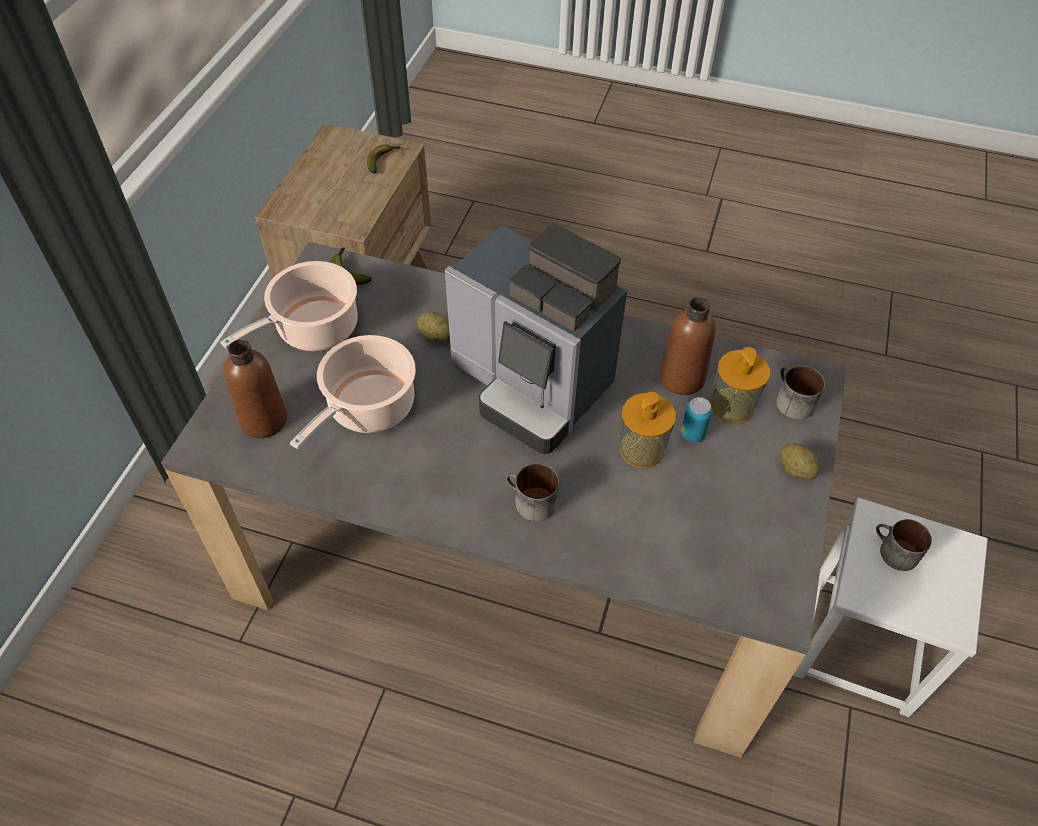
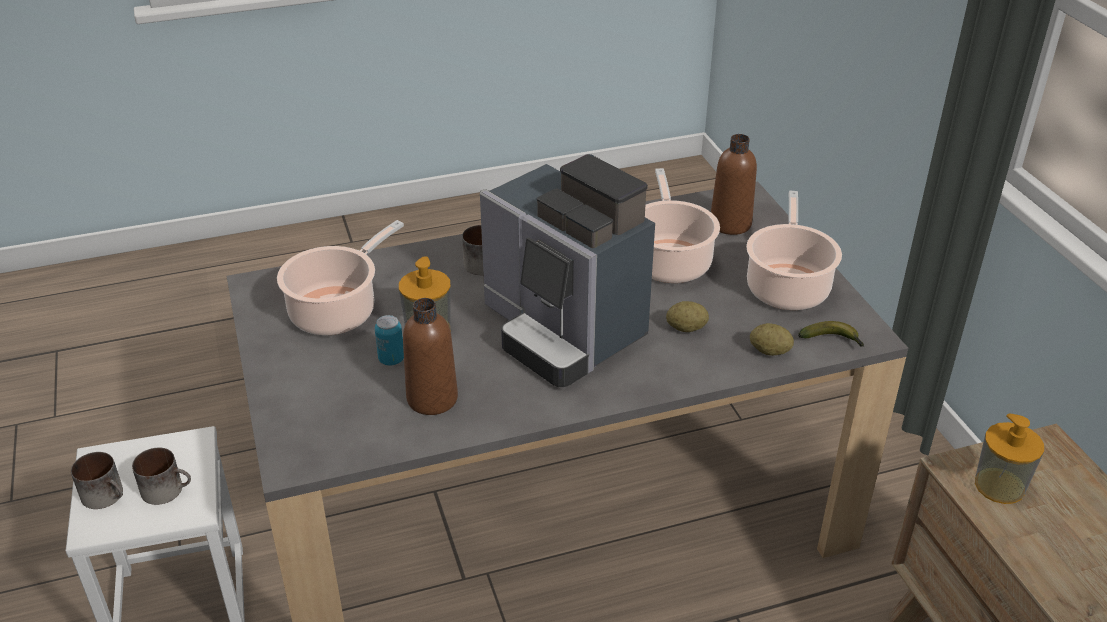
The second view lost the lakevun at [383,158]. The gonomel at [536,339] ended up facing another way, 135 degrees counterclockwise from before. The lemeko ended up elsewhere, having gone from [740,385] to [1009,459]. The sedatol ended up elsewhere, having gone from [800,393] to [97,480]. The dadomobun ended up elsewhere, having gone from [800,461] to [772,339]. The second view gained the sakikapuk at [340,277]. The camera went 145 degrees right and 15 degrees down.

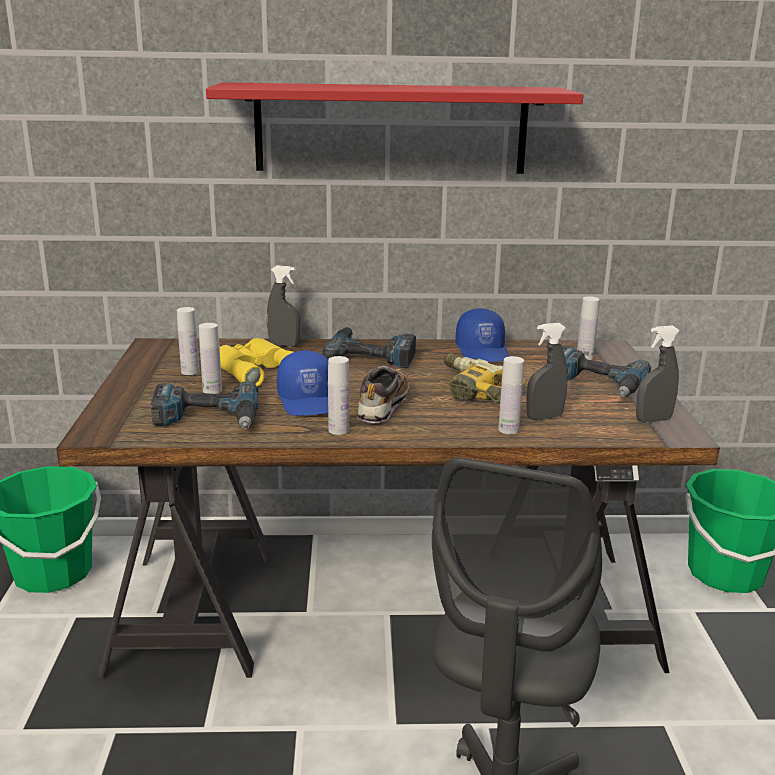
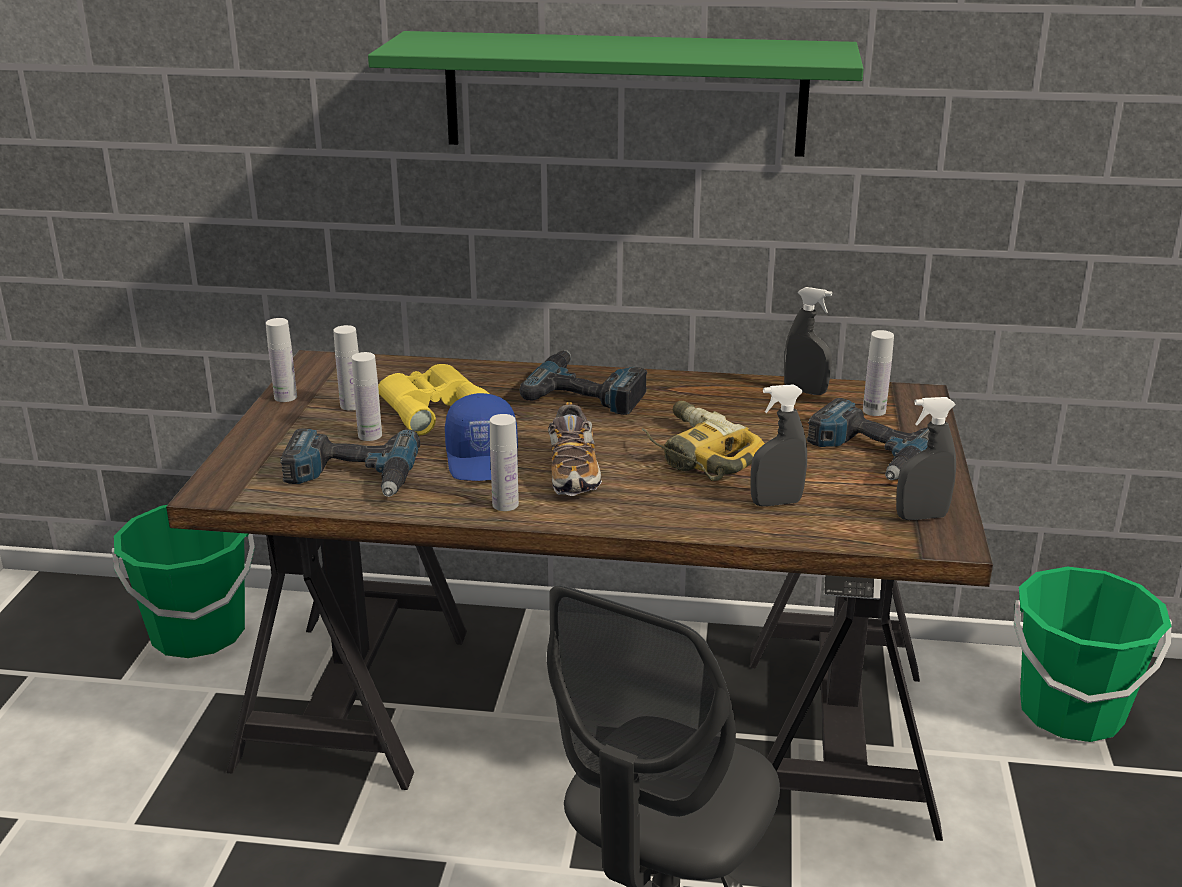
What was the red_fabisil at [394,128] turned into the green_fabisil at [616,94]. The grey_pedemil ended up elsewhere, having gone from [284,306] to [808,341]. The second view lost the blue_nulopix at [482,335]. The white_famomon ended up elsewhere, having gone from [511,395] to [281,360]. The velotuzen at [383,394] ended up facing another way, 150 degrees clockwise from before. The camera went 10 degrees right and 5 degrees up.

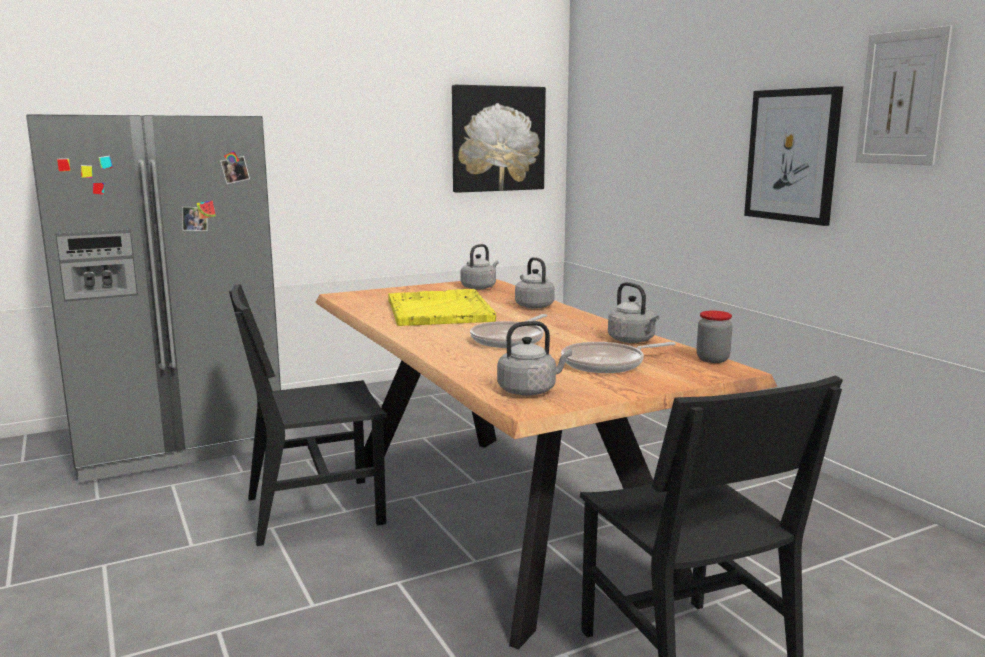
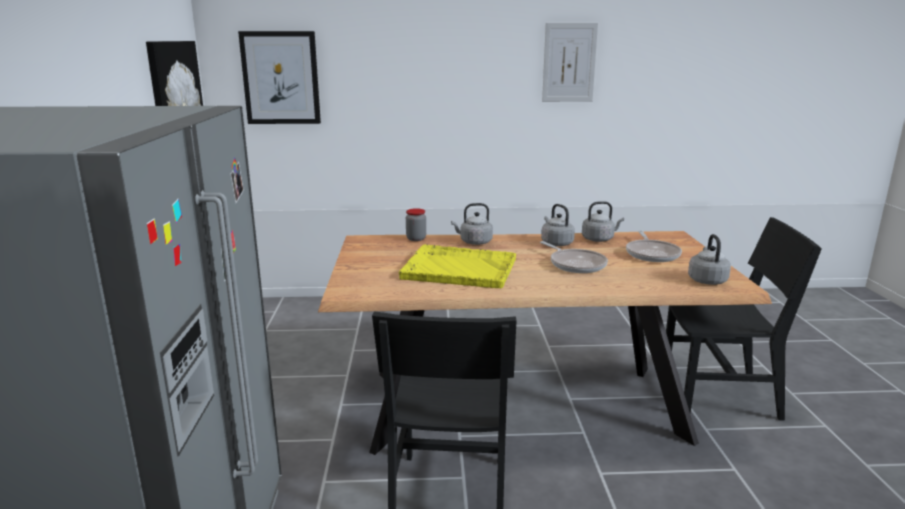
The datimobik ended up elsewhere, having gone from [793,156] to [279,77]. The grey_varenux ended up elsewhere, having gone from [479,267] to [558,225]. The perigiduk ended up elsewhere, having gone from [714,337] to [416,224]. The camera went 65 degrees left and 5 degrees up.

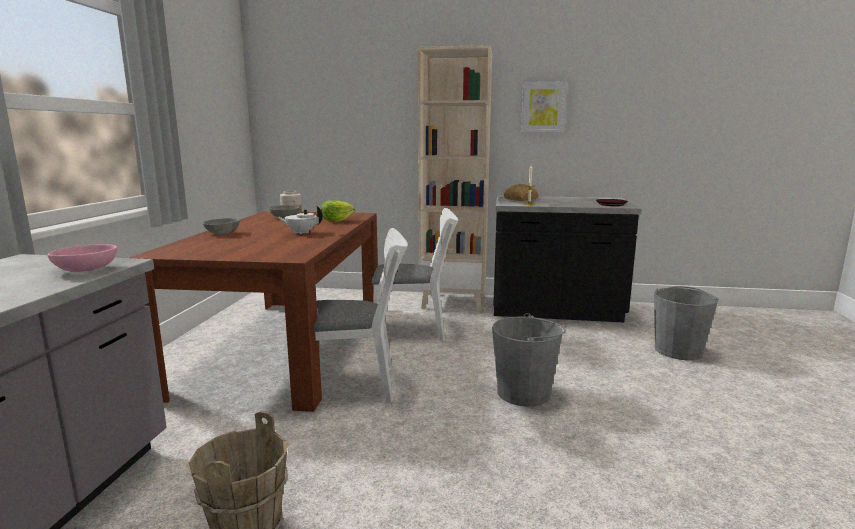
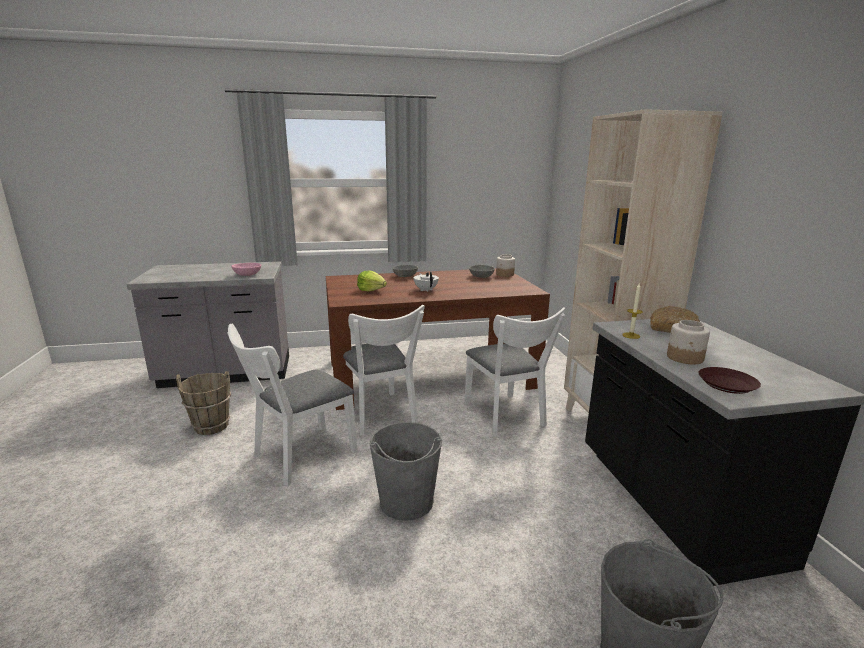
The second view lost the datimobik at [544,107]. The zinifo ended up elsewhere, having gone from [338,211] to [372,280]. The second view gained the perigiduk at [688,342]. The second view gained the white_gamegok at [292,405]. The camera went 70 degrees right and 5 degrees up.

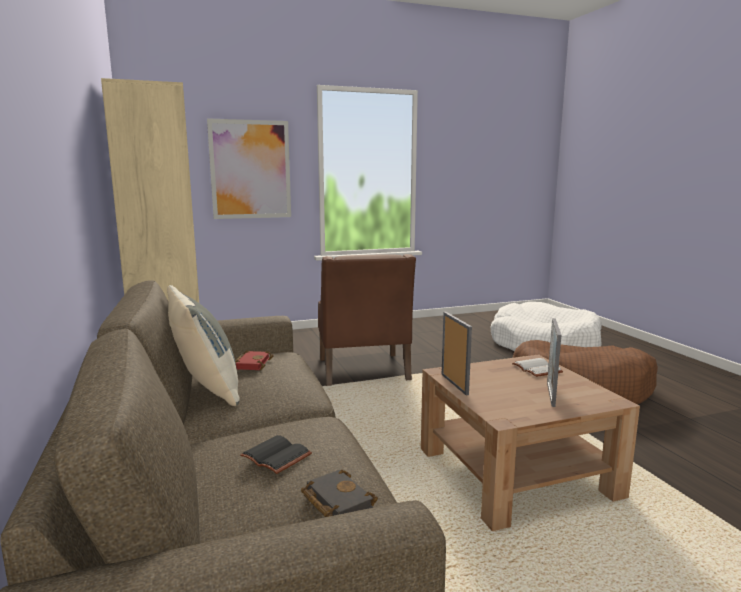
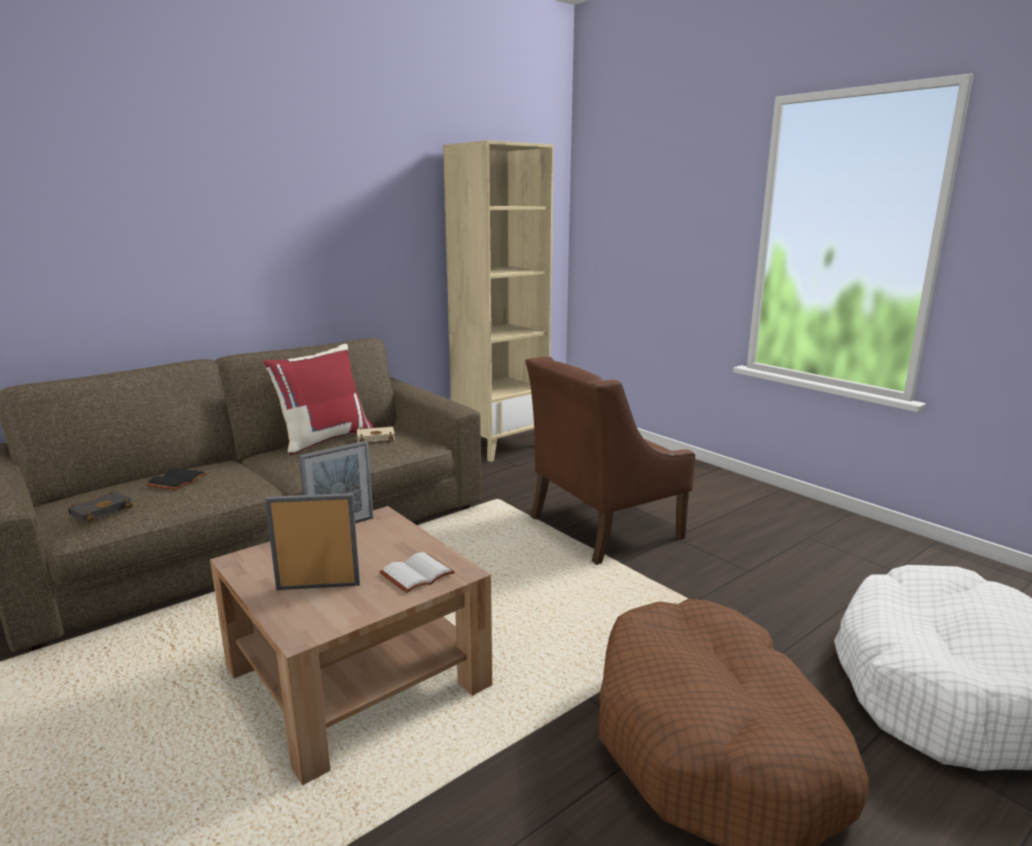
The second view lost the datimobik at [249,168]. What was the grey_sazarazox at [203,345] turned into the red_sazarazox at [318,399]. What was the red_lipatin at [254,360] turned into the beige_lipatin at [376,433]. The camera went 70 degrees right and 5 degrees up.

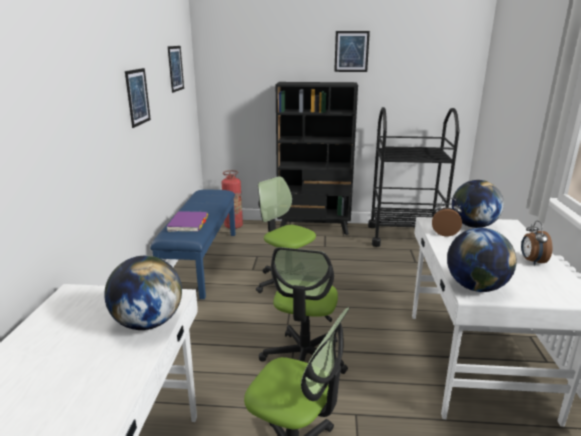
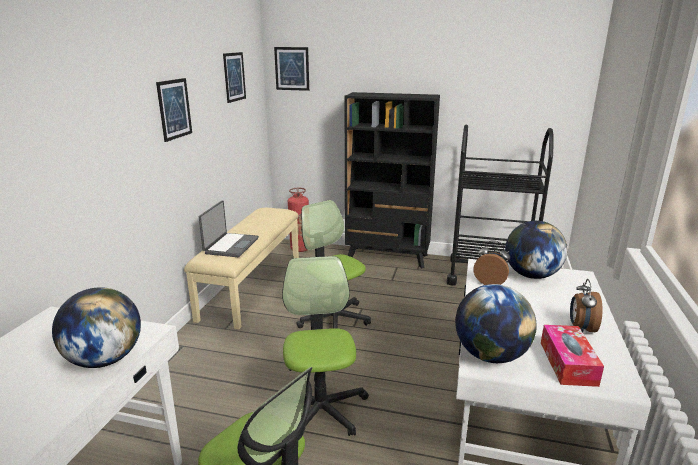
The datimobik ended up elsewhere, having gone from [352,51] to [291,69]. What was the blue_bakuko at [193,244] turned into the beige_bakuko at [241,268]. Where the purple_lipatin stood at [187,221], the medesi came to stand at [229,228]. The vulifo at [303,310] ended up facing another way, 150 degrees clockwise from before. The second view gained the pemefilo at [572,356]. The camera went 10 degrees right and 0 degrees up.

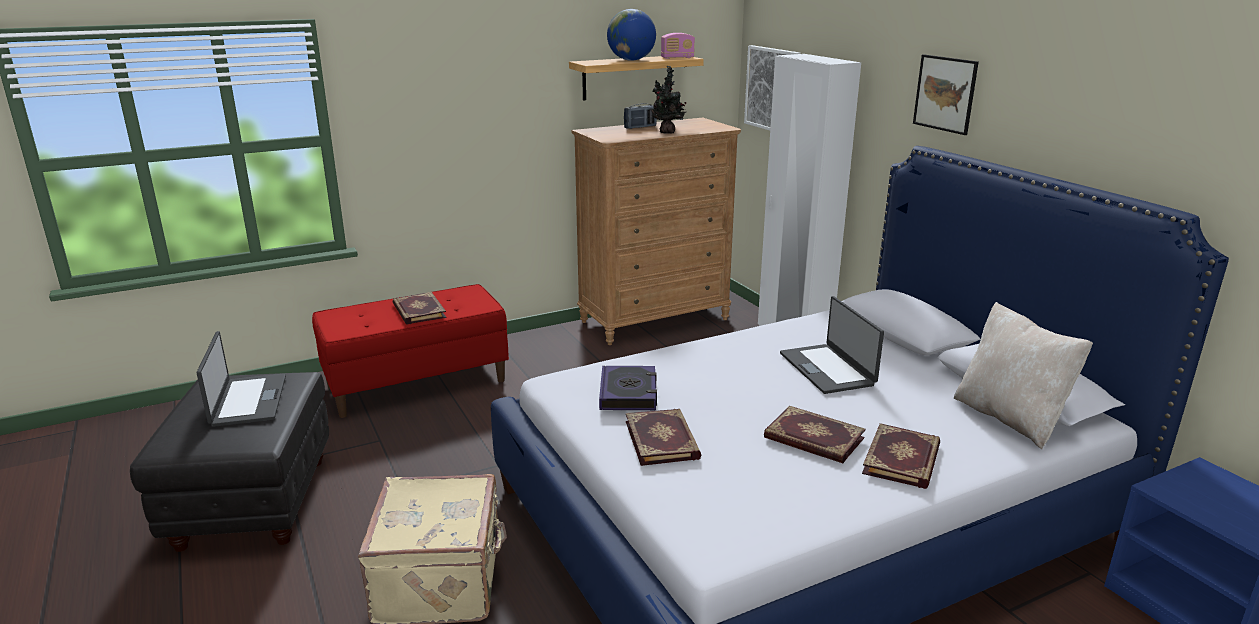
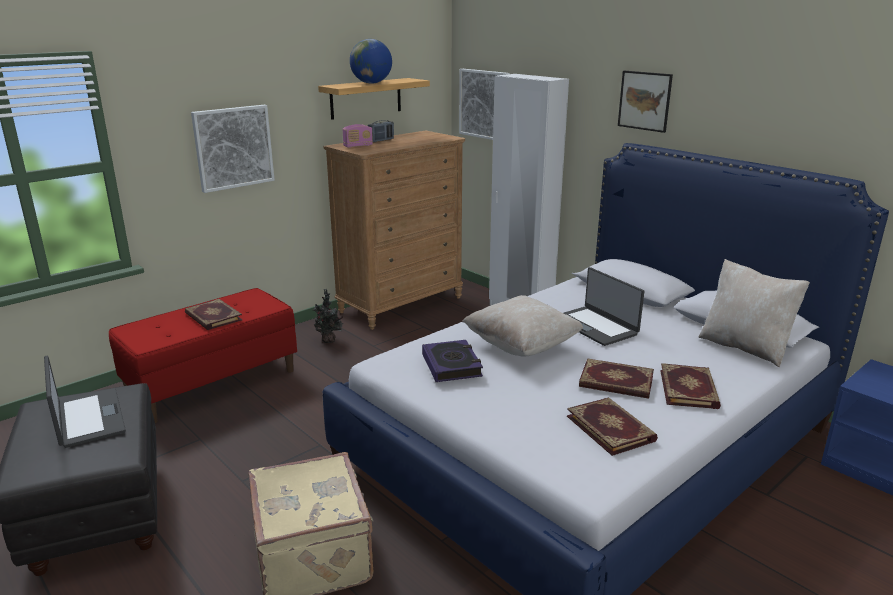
The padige ended up elsewhere, having gone from [678,46] to [358,136]. The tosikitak ended up elsewhere, having gone from [669,100] to [328,316]. The lipatin ended up elsewhere, having gone from [664,437] to [612,427]. The second view gained the datimobik at [233,149]. The second view gained the beige_sazarazox at [522,325]. The camera went 15 degrees left and 0 degrees up.

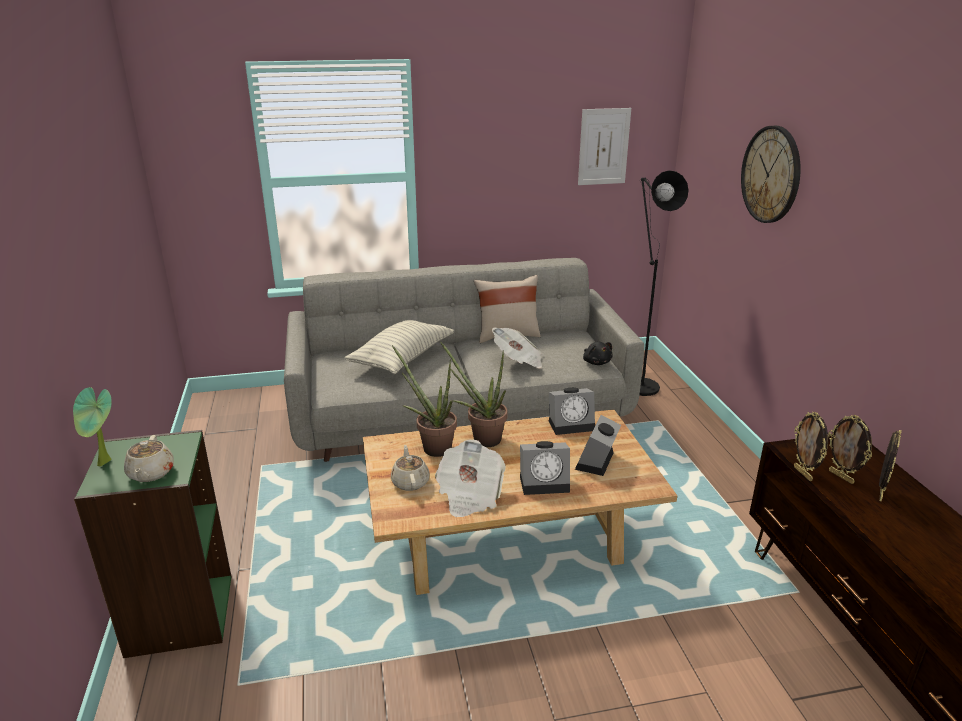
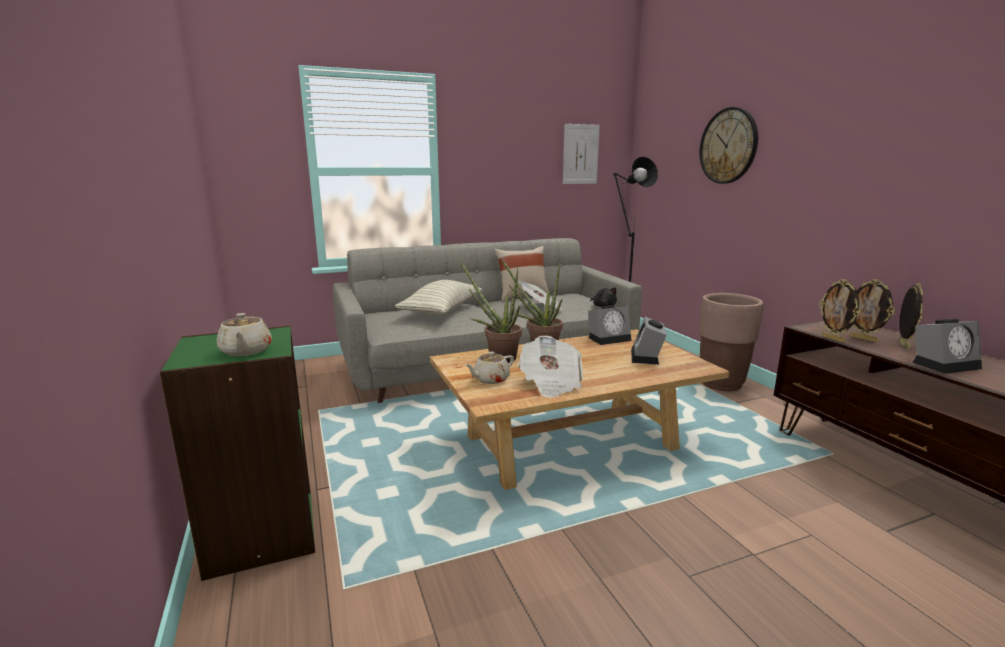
The second view lost the tosikitak at [92,427]. The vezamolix ended up elsewhere, having gone from [545,468] to [947,346]. The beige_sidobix at [410,468] ended up facing another way, 105 degrees counterclockwise from before. The second view gained the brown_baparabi at [731,342]. The camera went 10 degrees left and 10 degrees down.

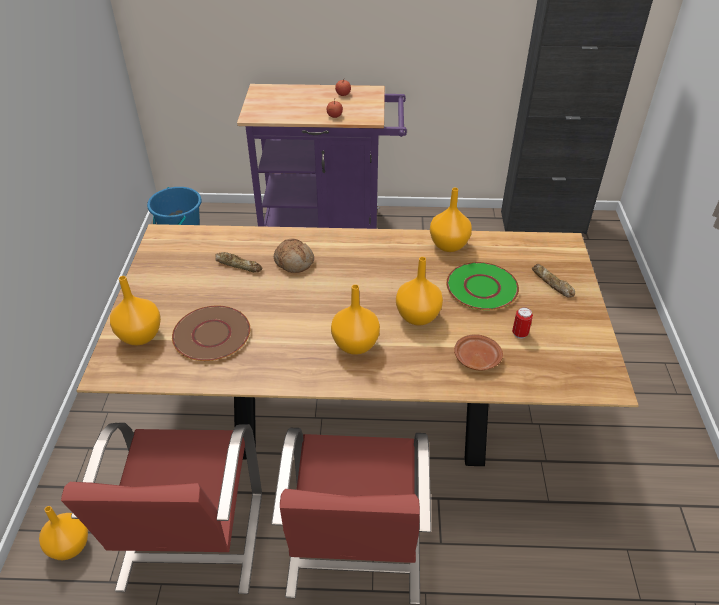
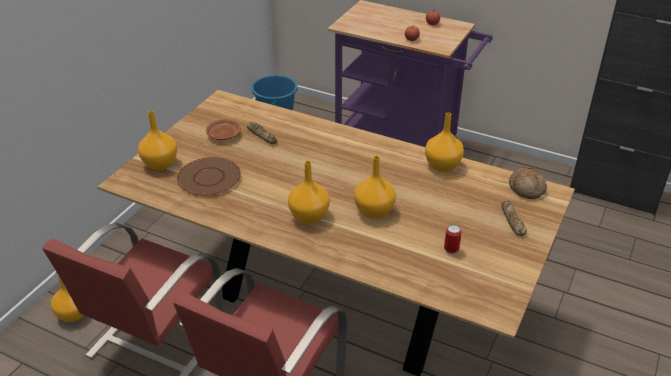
The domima ended up elsewhere, having gone from [294,256] to [528,183]. The second view lost the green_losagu at [482,286]. The brown_losagu ended up elsewhere, having gone from [478,352] to [223,129]. The camera went 25 degrees right and 5 degrees down.

